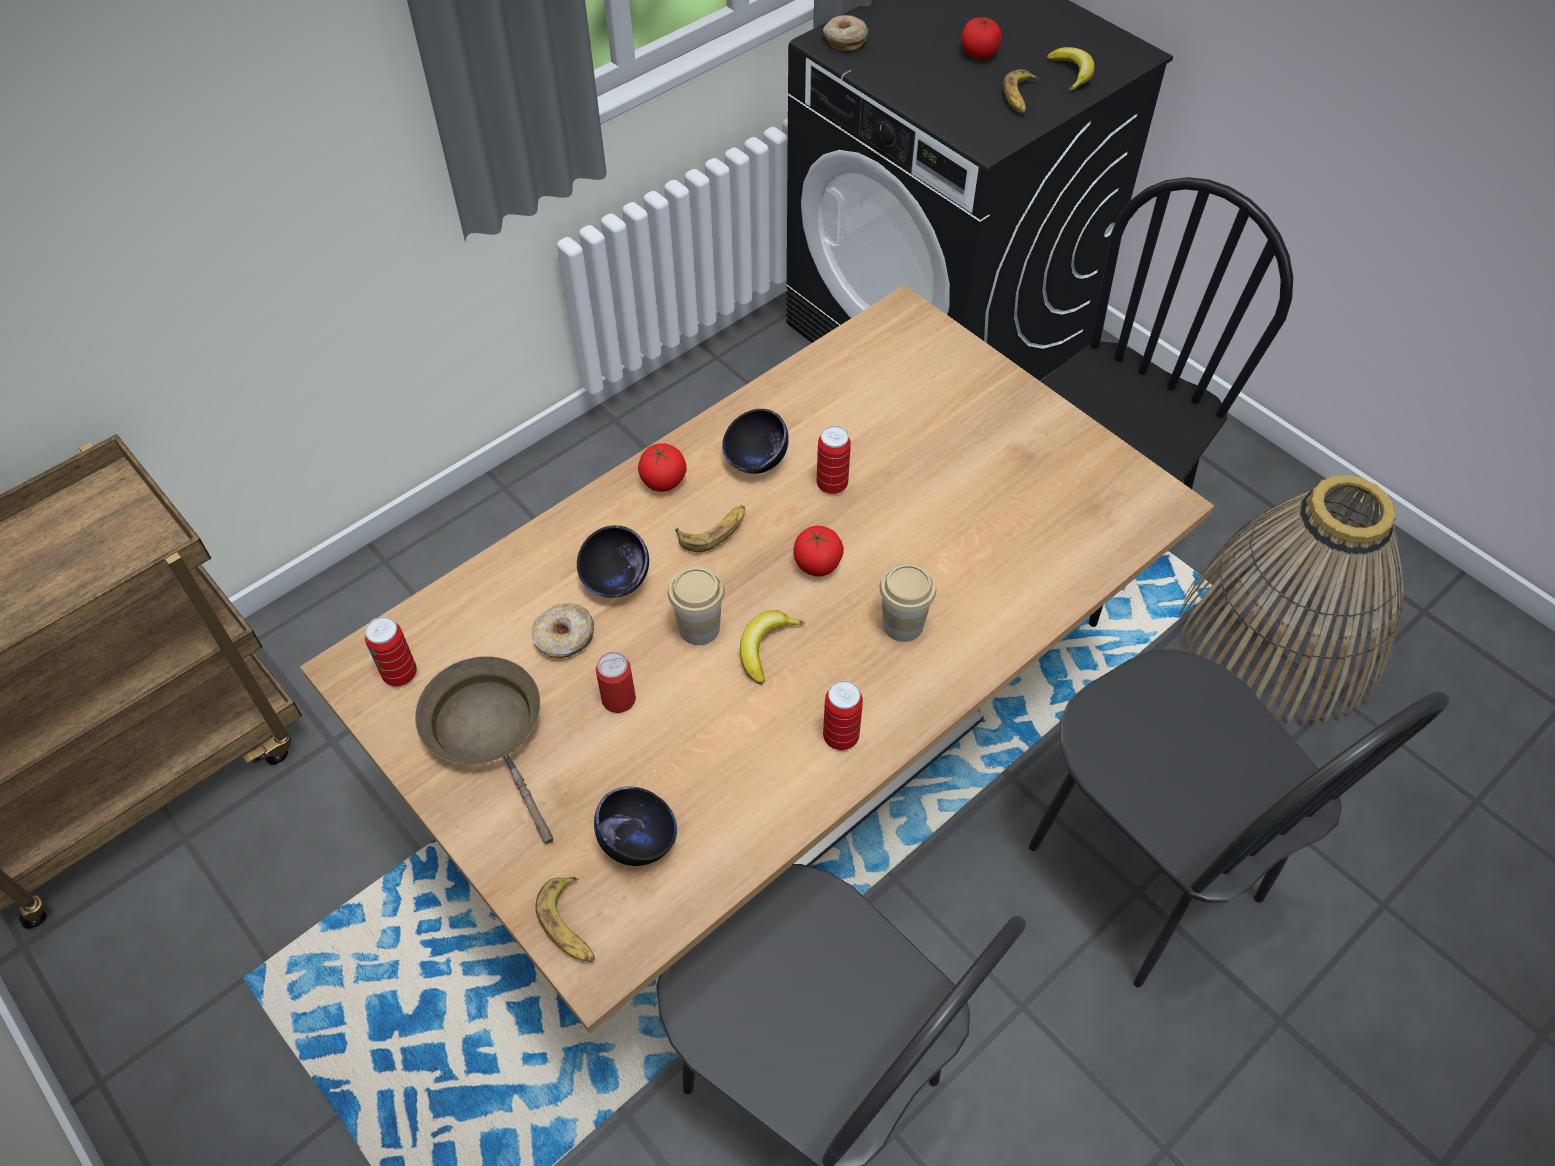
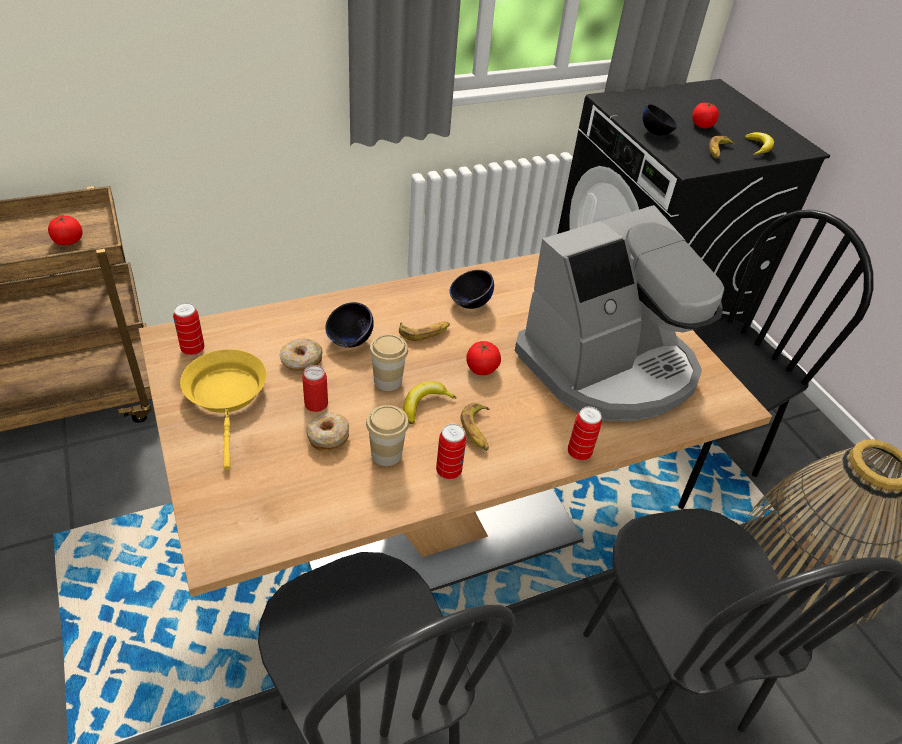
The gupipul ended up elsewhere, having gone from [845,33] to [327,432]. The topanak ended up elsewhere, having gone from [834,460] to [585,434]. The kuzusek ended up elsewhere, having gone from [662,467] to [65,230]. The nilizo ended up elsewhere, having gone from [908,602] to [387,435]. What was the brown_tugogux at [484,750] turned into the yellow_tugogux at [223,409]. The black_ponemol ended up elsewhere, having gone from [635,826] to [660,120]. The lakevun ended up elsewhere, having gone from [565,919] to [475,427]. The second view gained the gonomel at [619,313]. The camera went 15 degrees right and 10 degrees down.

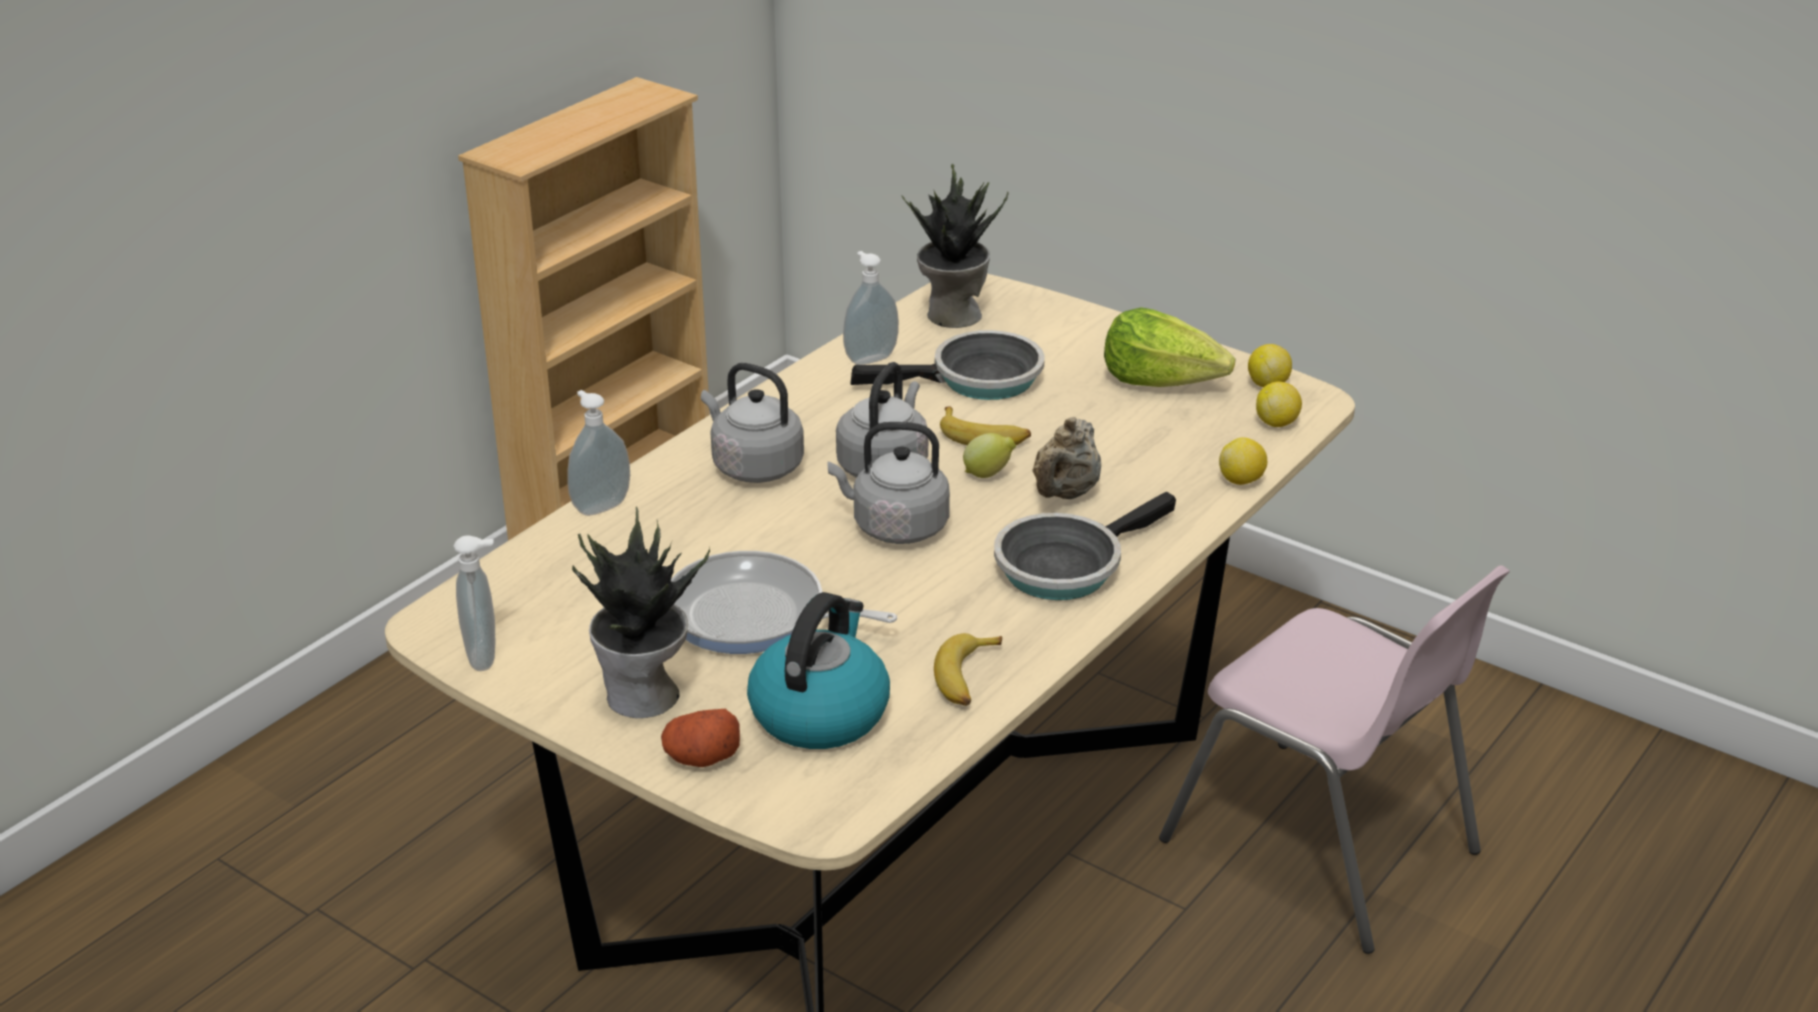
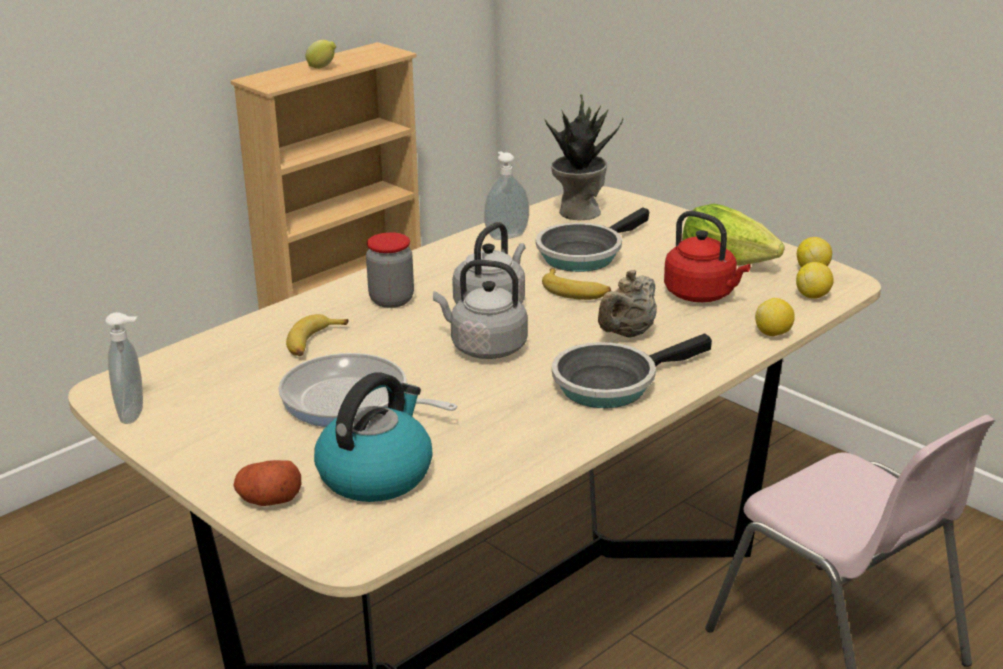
The tugogux at [947,365] ended up facing another way, 135 degrees clockwise from before. Where the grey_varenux stood at [752,423], the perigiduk came to stand at [390,270]. The second view lost the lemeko at [598,453]. The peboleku ended up elsewhere, having gone from [989,455] to [321,54]. The second view lost the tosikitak at [641,612]. The lakevun ended up elsewhere, having gone from [968,669] to [317,335]. The second view gained the red_varenux at [707,256]. The camera went 10 degrees right and 5 degrees down.

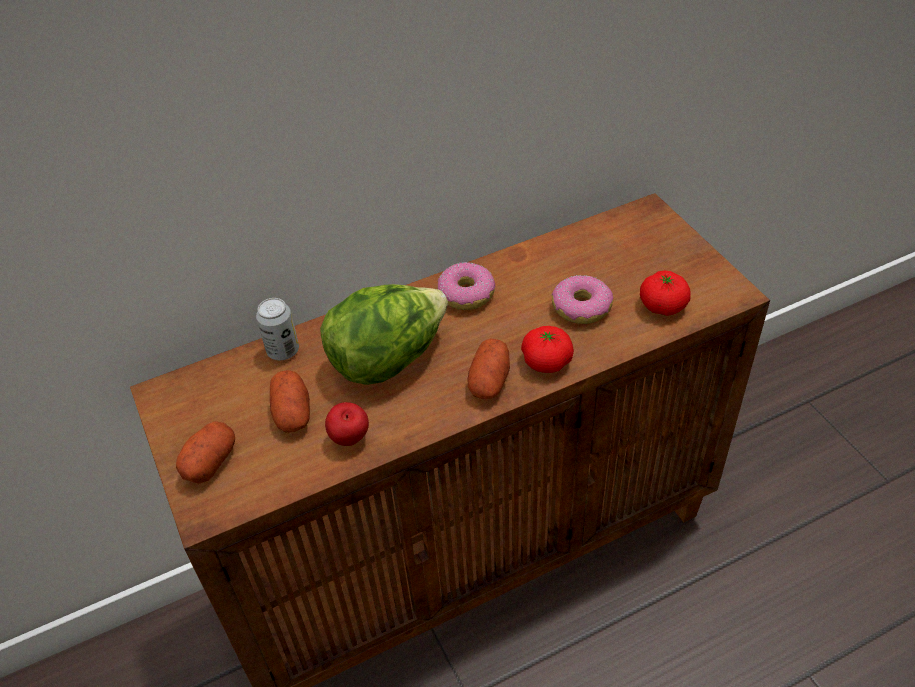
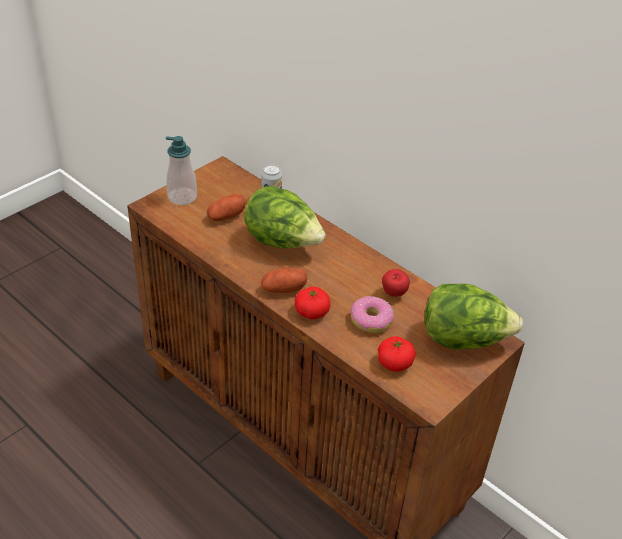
The second view lost the gupipul at [466,286]. The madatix ended up elsewhere, having gone from [347,424] to [396,283]. Where the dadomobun stood at [205,452], the lemeko came to stand at [181,170]. The second view gained the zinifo at [474,316]. The camera went 65 degrees right and 5 degrees down.

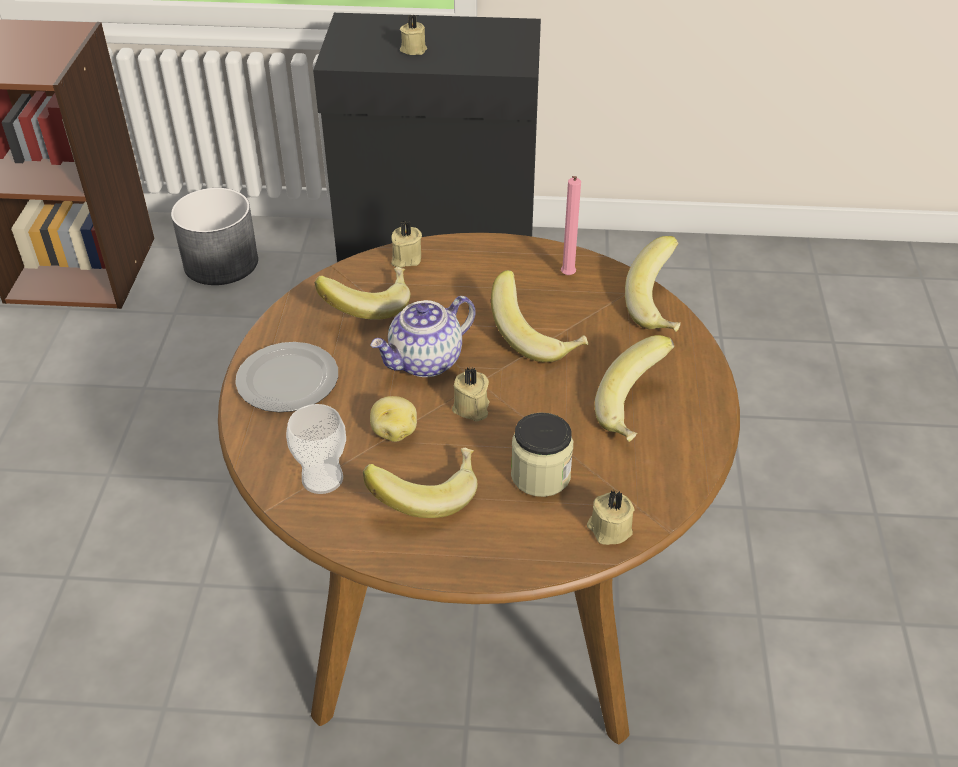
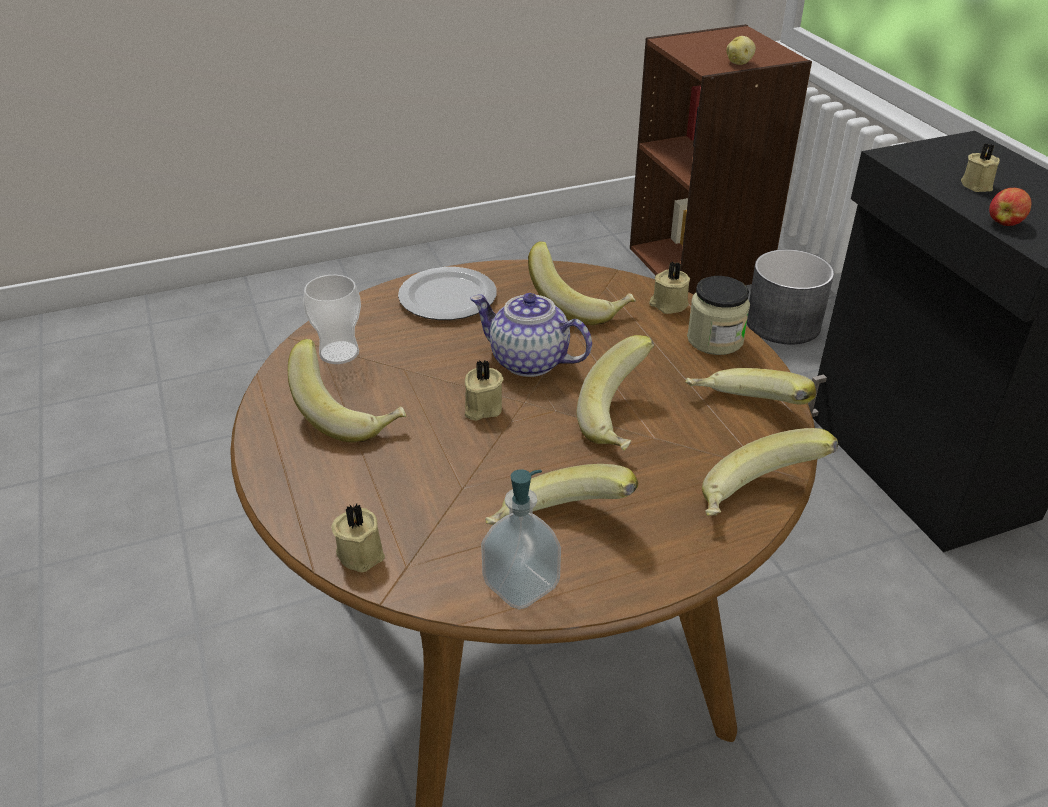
Where the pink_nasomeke stood at [571,225], the lakevun came to stand at [750,386]. The dadomobun ended up elsewhere, having gone from [393,419] to [741,50]. The perigiduk ended up elsewhere, having gone from [542,454] to [718,315]. The second view gained the madatix at [1010,207]. The second view gained the lemeko at [521,539]. The camera went 65 degrees right and 5 degrees down.

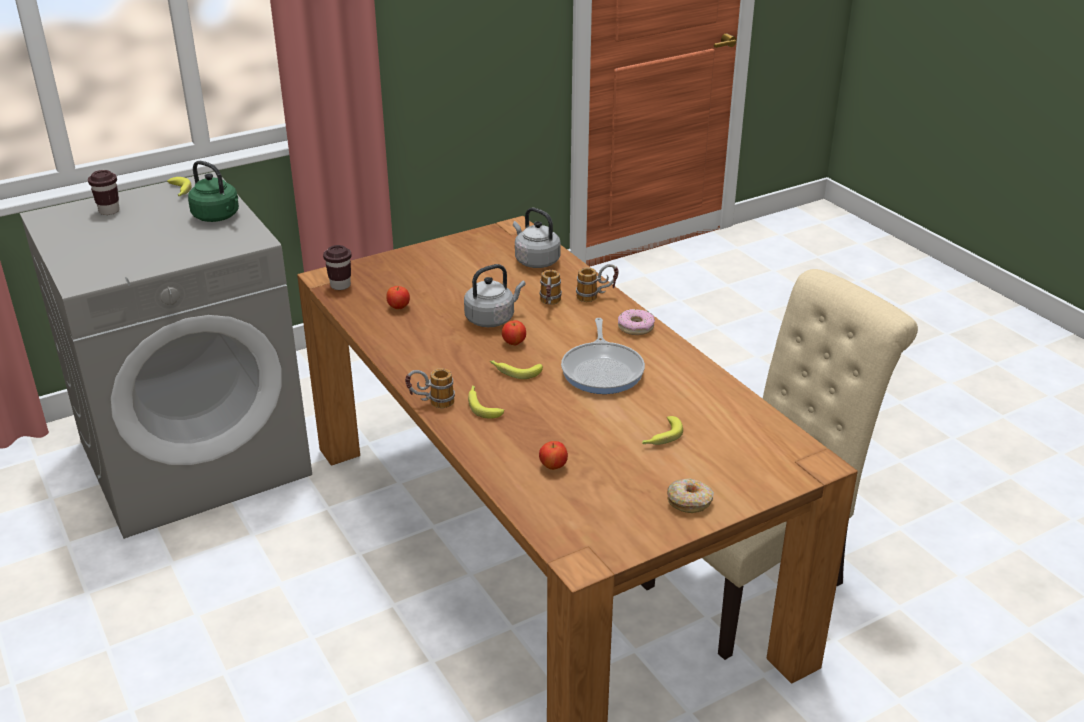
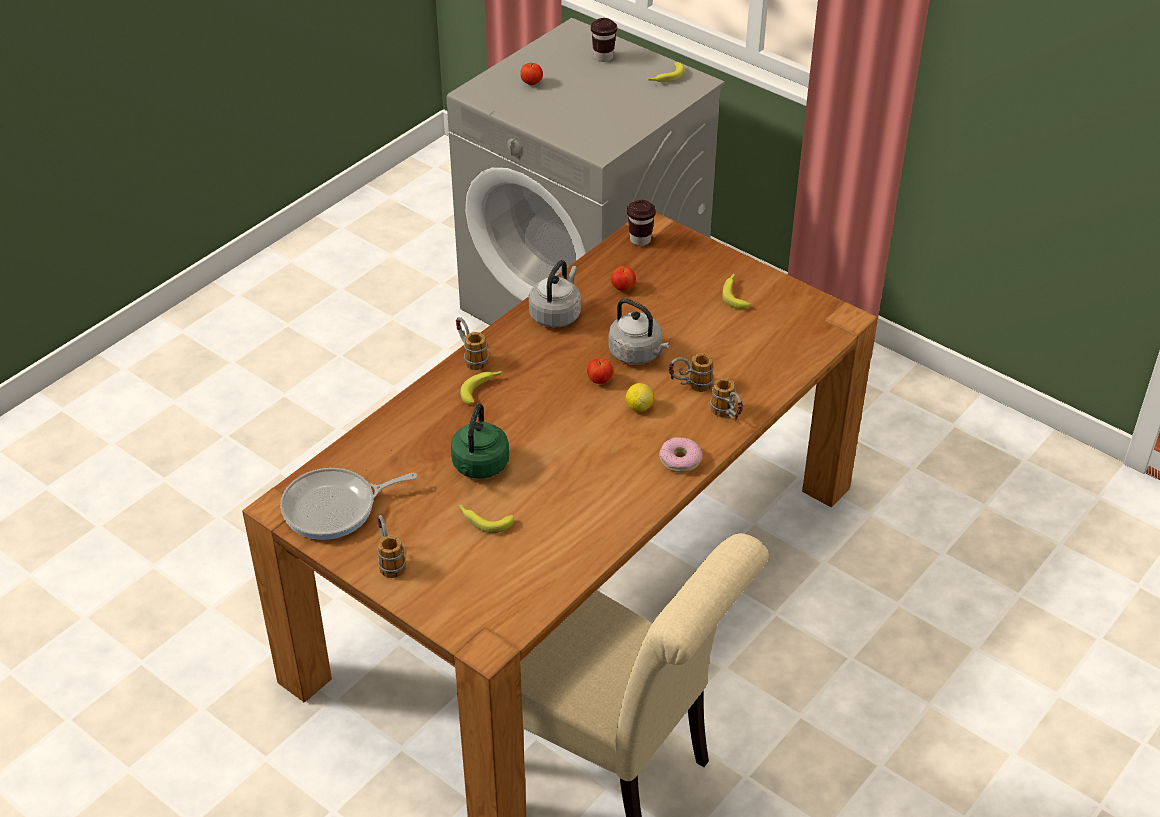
The green_varenux ended up elsewhere, having gone from [213,191] to [480,441]. The grey_varenux ended up elsewhere, having gone from [537,238] to [555,293]. The tugogux ended up elsewhere, having gone from [603,356] to [348,504]. The lakevun ended up elsewhere, having gone from [516,369] to [736,291]. The madatix ended up elsewhere, having gone from [553,455] to [531,74]. Where the gupipul stood at [690,495], the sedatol came to stand at [391,546]. The second view gained the peboleku at [639,397]. The camera went 70 degrees right and 10 degrees up.

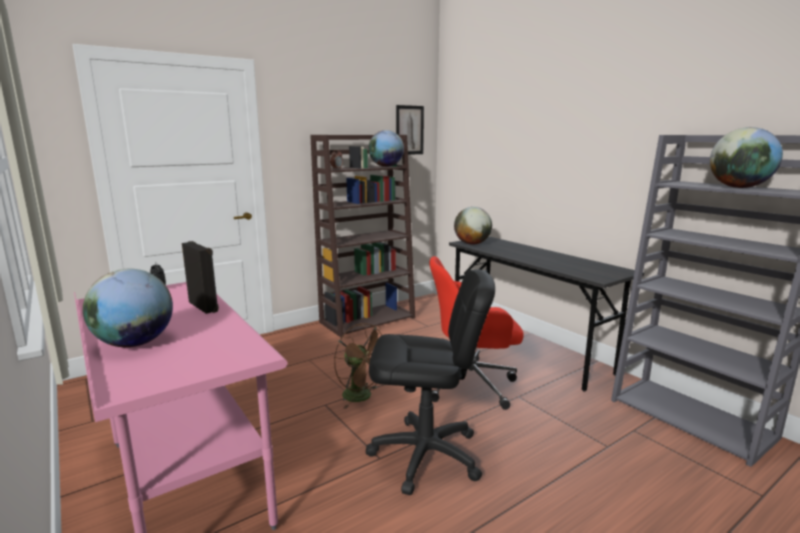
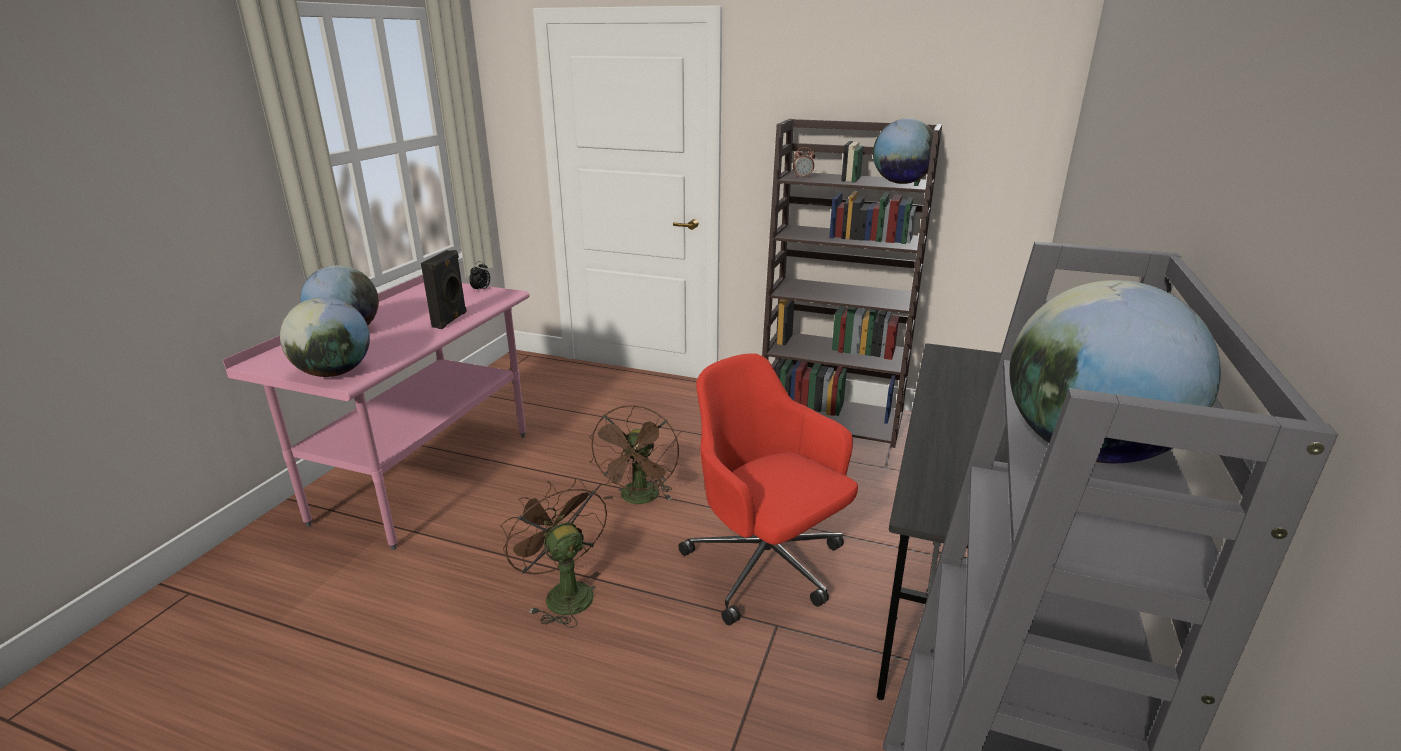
The second view lost the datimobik at [410,130]. The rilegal ended up elsewhere, having gone from [473,226] to [325,337]. Where the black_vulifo stood at [430,382], the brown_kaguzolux came to stand at [554,553]. The camera went 55 degrees right and 10 degrees up.

